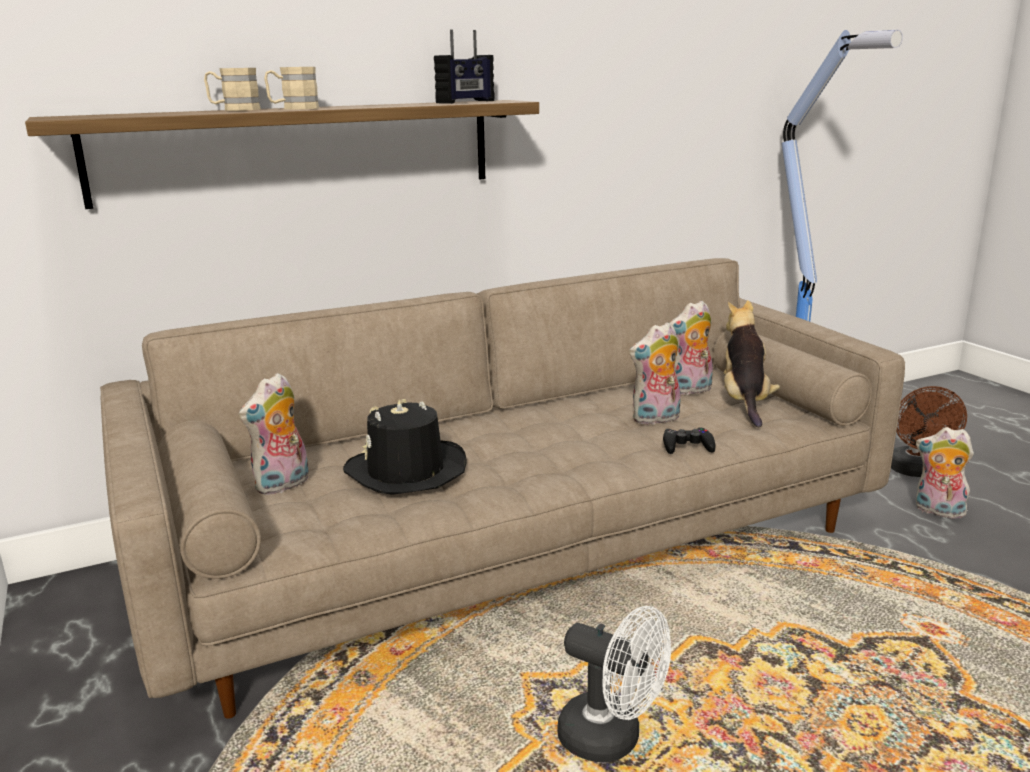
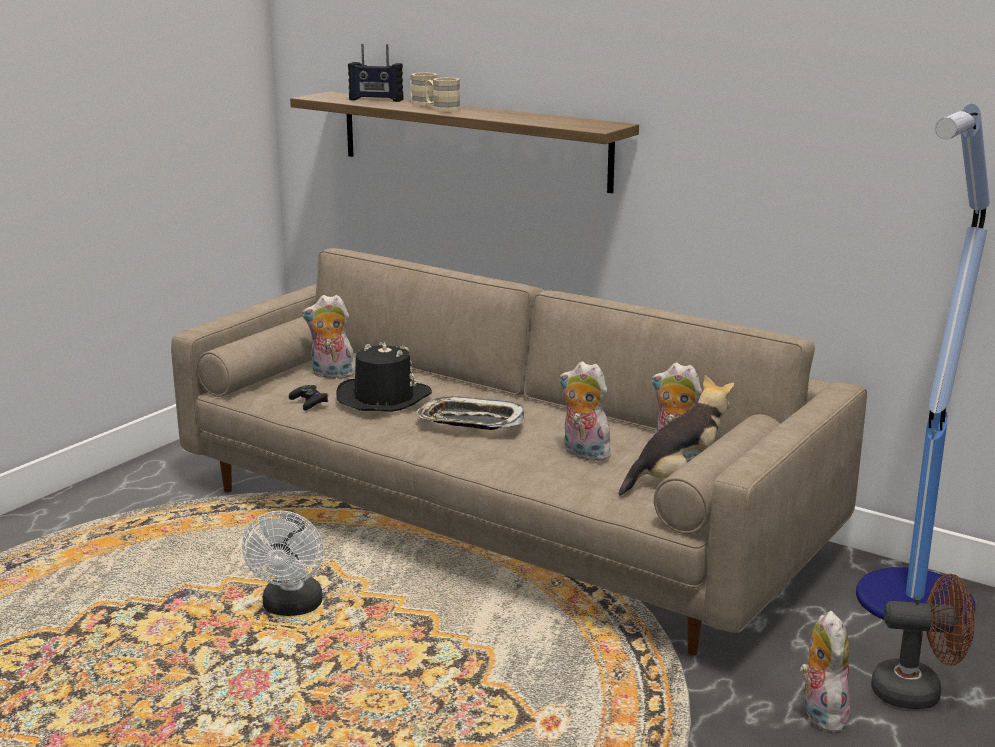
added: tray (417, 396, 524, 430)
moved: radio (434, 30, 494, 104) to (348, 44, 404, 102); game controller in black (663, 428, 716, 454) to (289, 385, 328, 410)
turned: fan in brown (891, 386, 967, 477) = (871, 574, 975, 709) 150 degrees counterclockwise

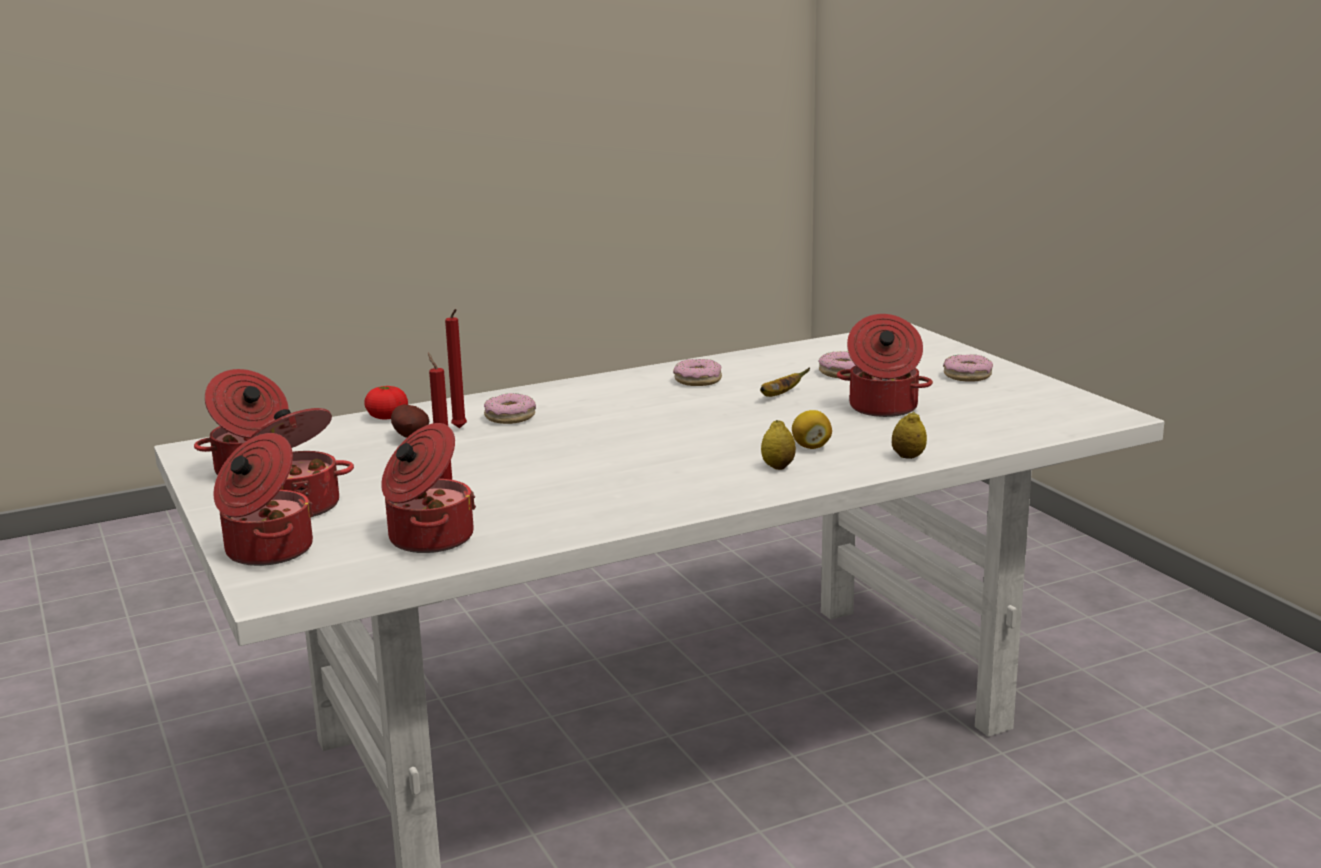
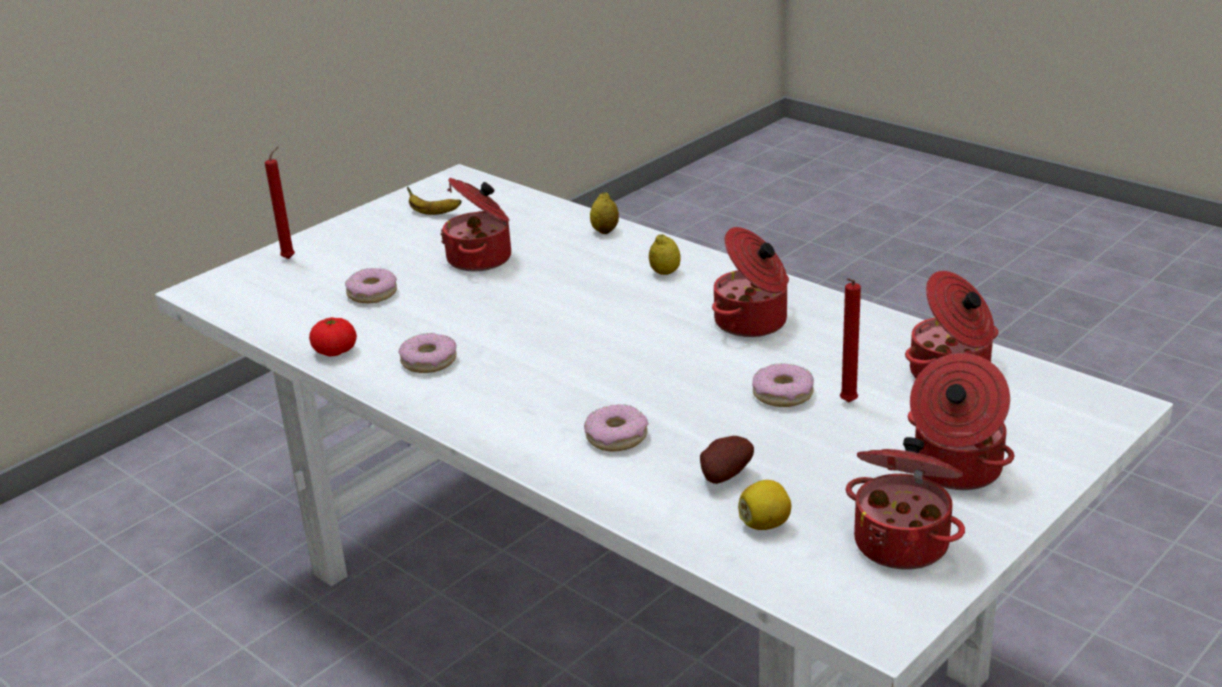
moved: cooking pot (214, 433, 314, 566) to (712, 227, 789, 337); tomato (364, 386, 408, 419) to (309, 317, 357, 356); candle in red (445, 309, 467, 428) to (265, 146, 295, 259); banana (760, 367, 810, 397) to (407, 187, 462, 215); lemon (792, 410, 832, 449) to (738, 480, 791, 530); donut (943, 354, 993, 382) to (752, 363, 814, 407)

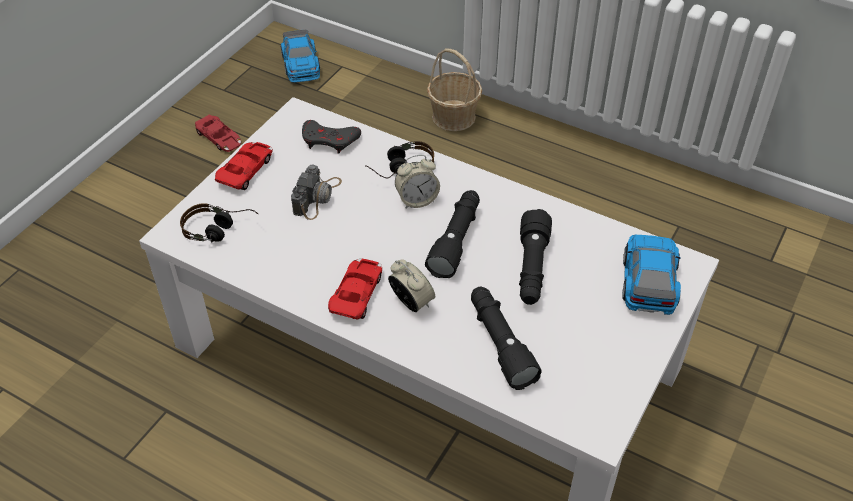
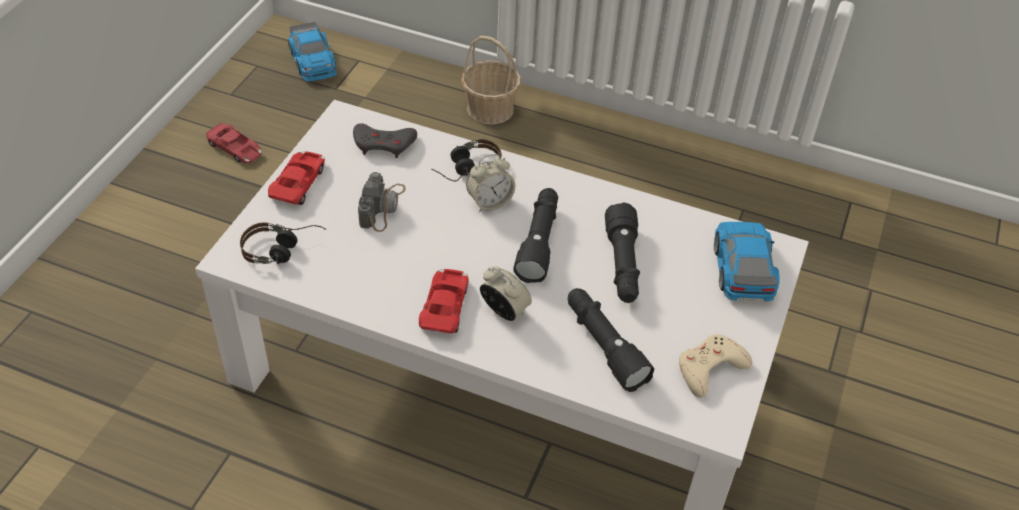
added: game controller in beige (679, 334, 752, 398)

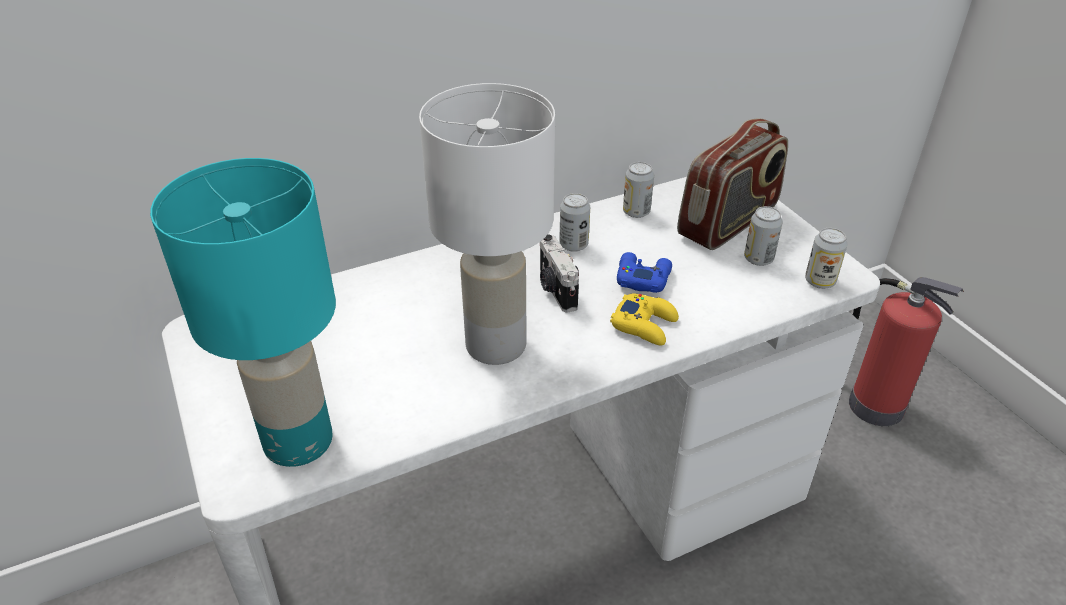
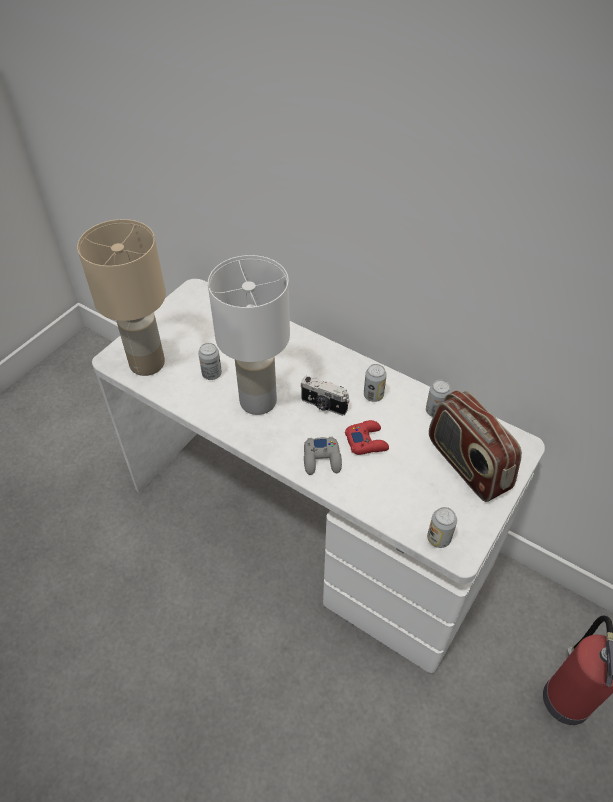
moved: can (744, 206, 783, 266) to (198, 343, 222, 380)
recoloured: table lamp in turquoise (150, 158, 336, 467) to table lamp in beige (77, 219, 166, 376); game controller in yellow (610, 293, 679, 346) to game controller in grey (304, 437, 342, 475); game controller in blue (617, 252, 672, 293) to game controller in red (345, 420, 389, 455)
turned: photo camera (540, 234, 579, 313) = (301, 376, 349, 416) 105 degrees counterclockwise; radio (677, 119, 788, 250) = (429, 390, 522, 502) 45 degrees clockwise

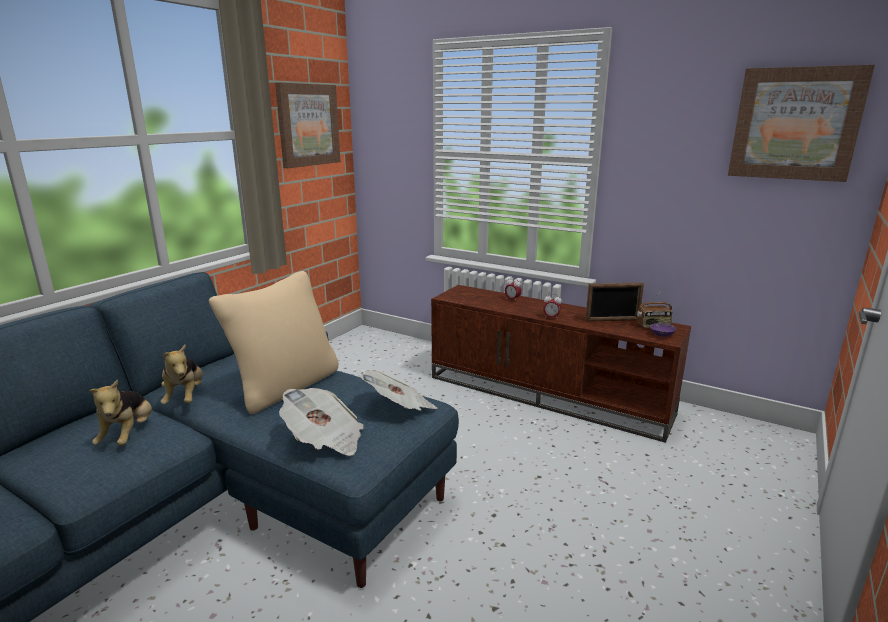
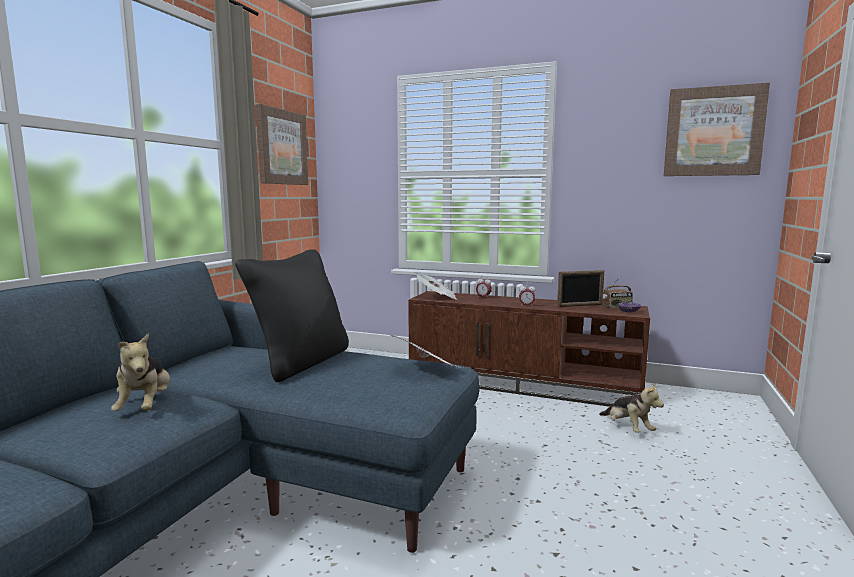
moved: plush toy (161, 345, 203, 404) to (599, 383, 664, 433); newspaper (279, 388, 364, 456) to (414, 272, 457, 300)
recoloured: pillow in beige (209, 271, 338, 414) to pillow in black (235, 249, 349, 382)

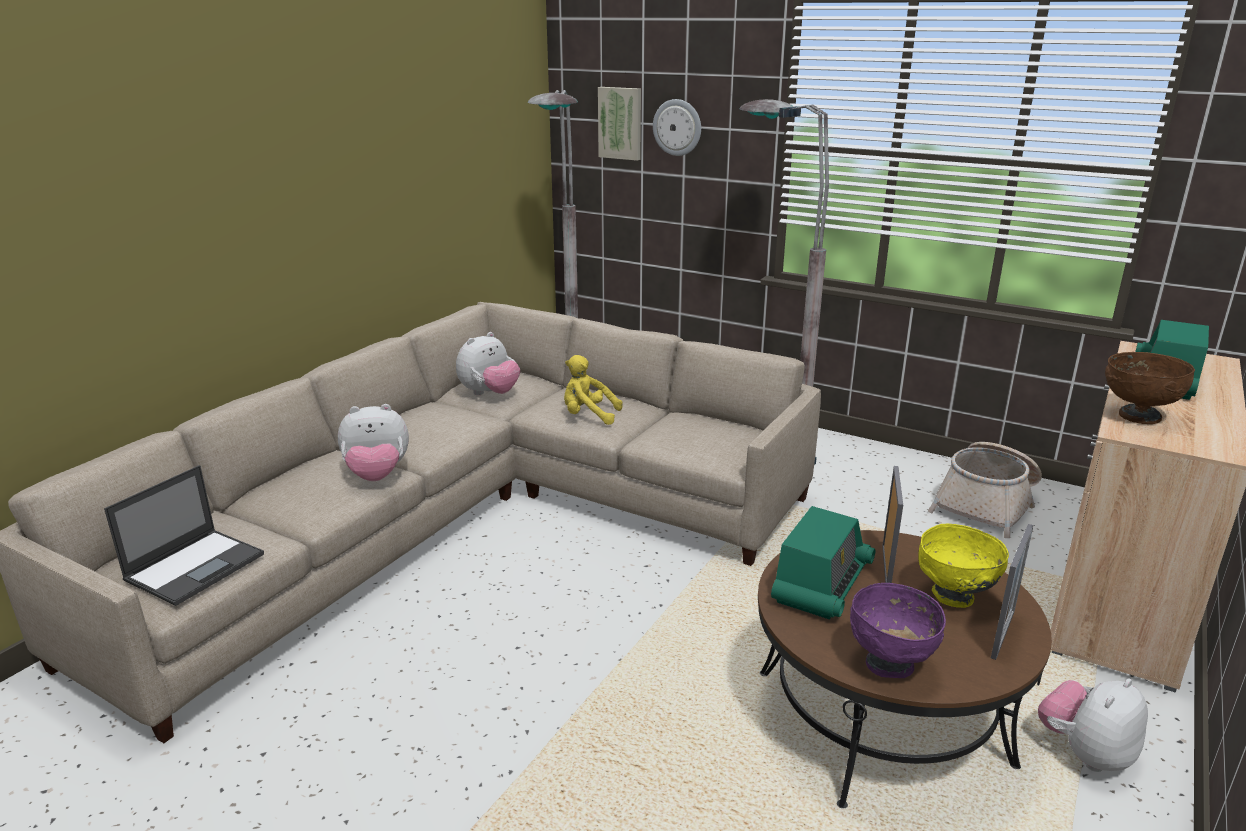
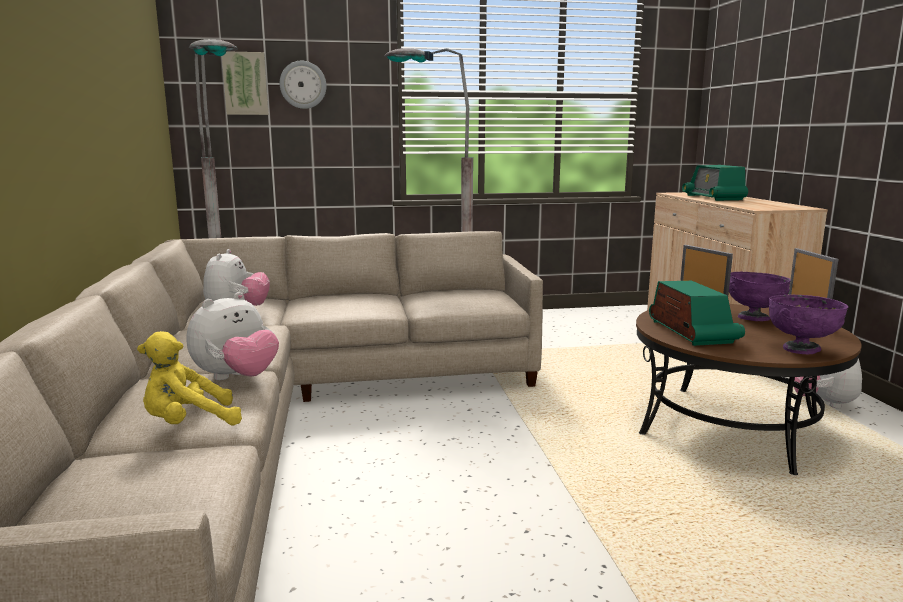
removed: laptop (104, 465, 264, 606); basket (928, 442, 1042, 538); bowl in brown (1105, 352, 1195, 424)
moved: plush toy in yellow (564, 355, 623, 425) to (137, 331, 242, 426)
recoloured: bowl in yellow (918, 524, 1009, 608) to bowl in purple (729, 271, 791, 321)

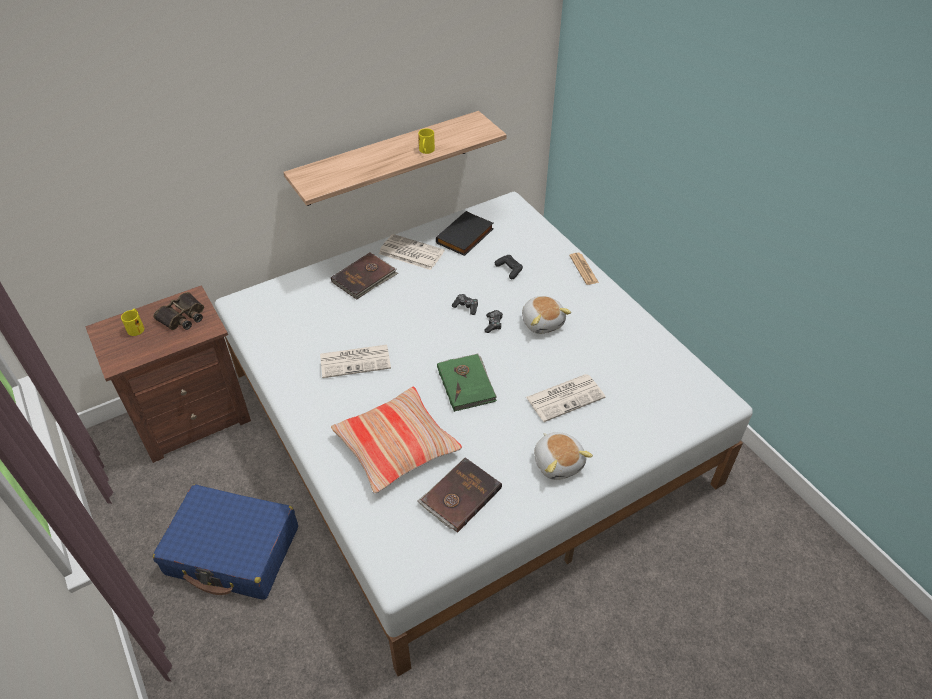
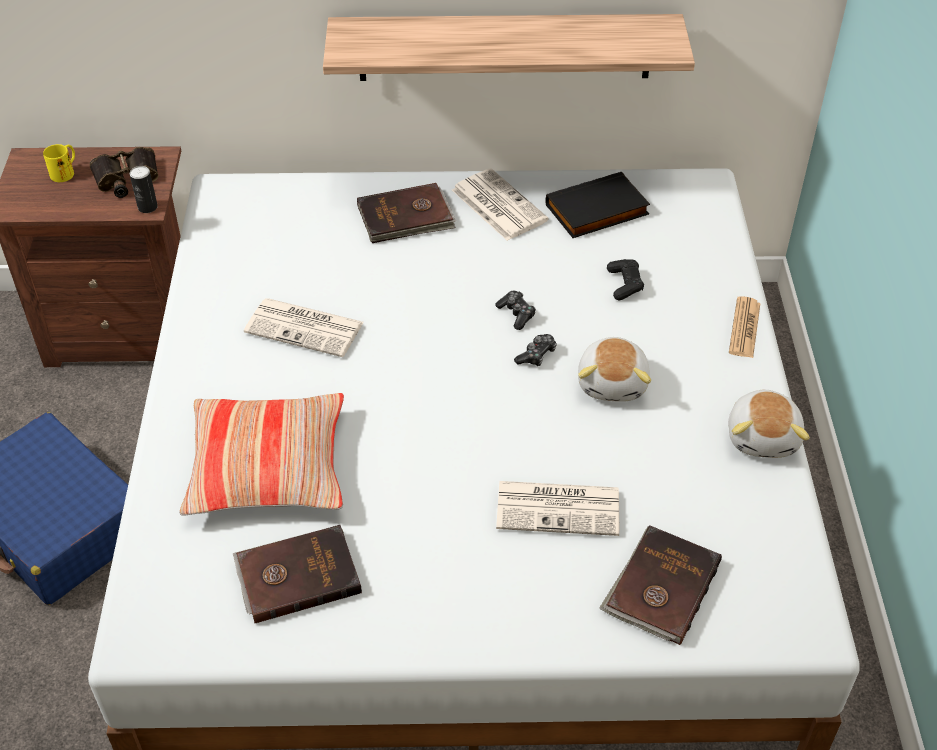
removed: mug in yellow (418, 128, 435, 154); book in green (437, 353, 497, 412)
added: can (130, 166, 158, 213); book in brown (599, 525, 722, 645)
moved: plush toy (534, 432, 593, 480) to (728, 390, 810, 458)

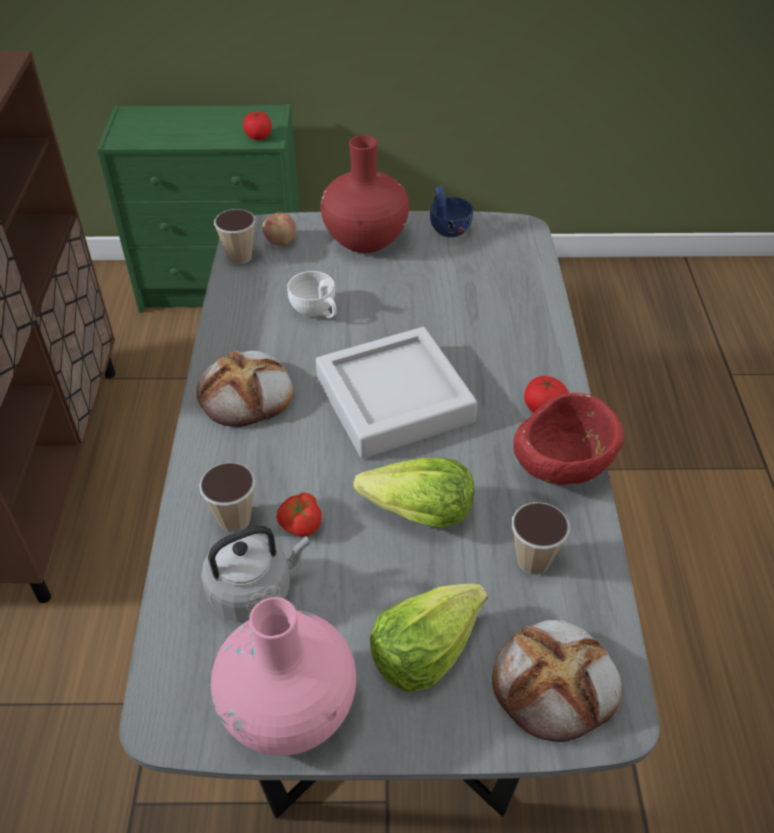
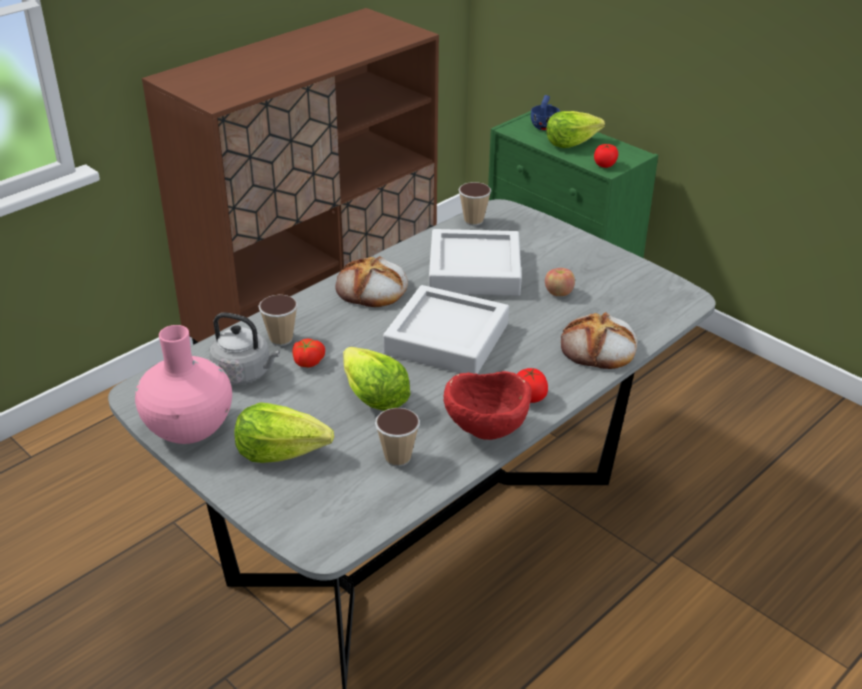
removed: vase in red (321, 135, 409, 253)
added: lettuce (546, 111, 605, 148)
moved: apple (262, 213, 296, 246) to (545, 268, 575, 296); cup in blue (430, 186, 473, 237) to (531, 95, 560, 130); bread (492, 620, 622, 742) to (561, 312, 637, 369)
replaced: cup in white (287, 271, 337, 318) to tray in grey (429, 229, 522, 296)

